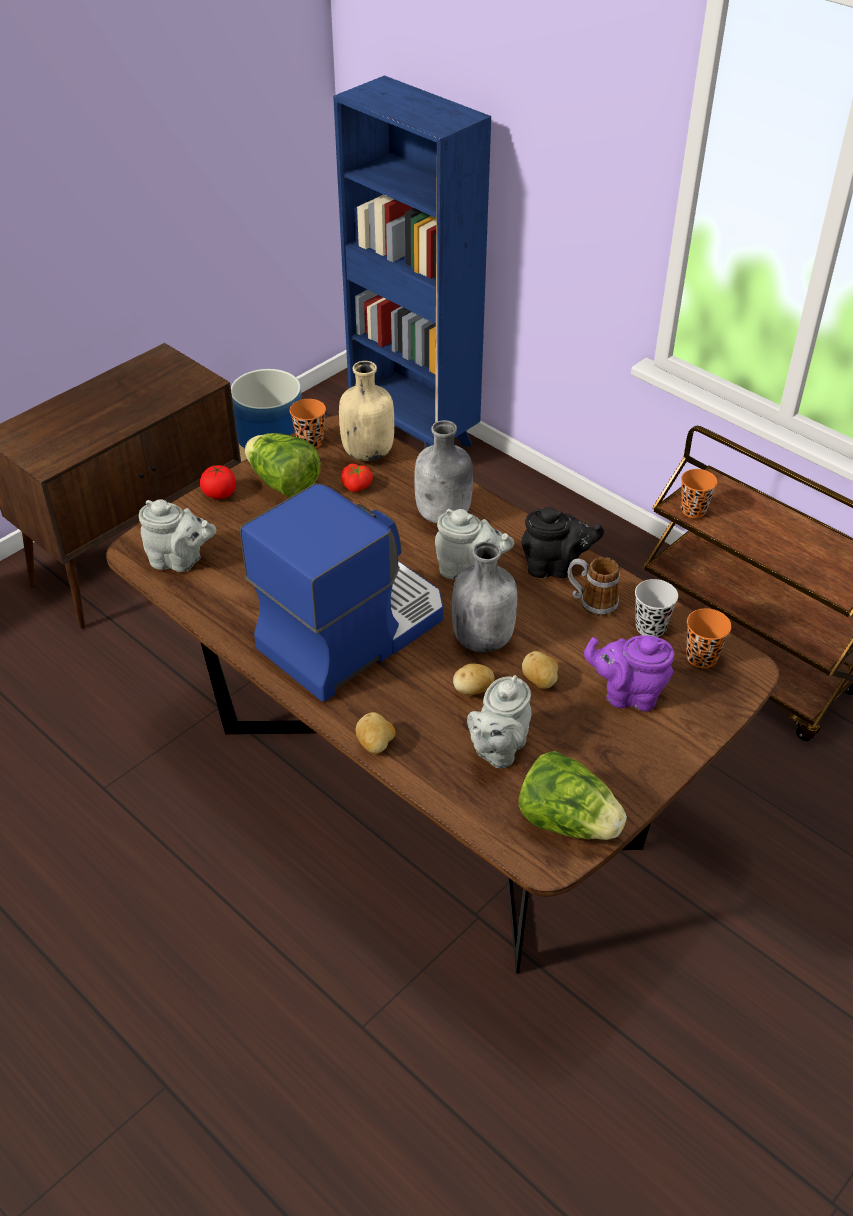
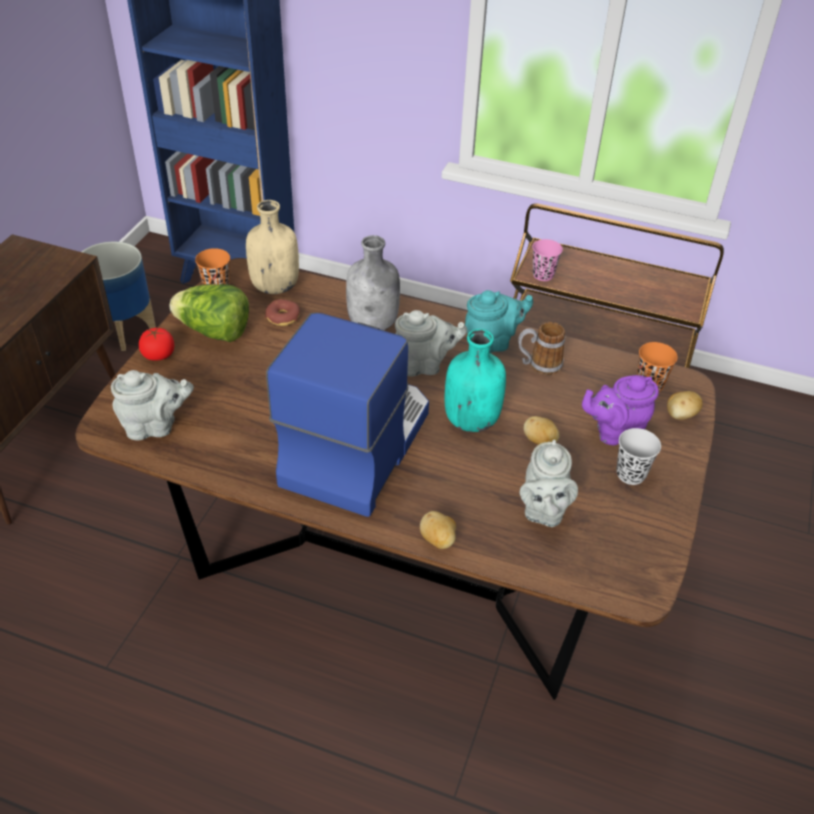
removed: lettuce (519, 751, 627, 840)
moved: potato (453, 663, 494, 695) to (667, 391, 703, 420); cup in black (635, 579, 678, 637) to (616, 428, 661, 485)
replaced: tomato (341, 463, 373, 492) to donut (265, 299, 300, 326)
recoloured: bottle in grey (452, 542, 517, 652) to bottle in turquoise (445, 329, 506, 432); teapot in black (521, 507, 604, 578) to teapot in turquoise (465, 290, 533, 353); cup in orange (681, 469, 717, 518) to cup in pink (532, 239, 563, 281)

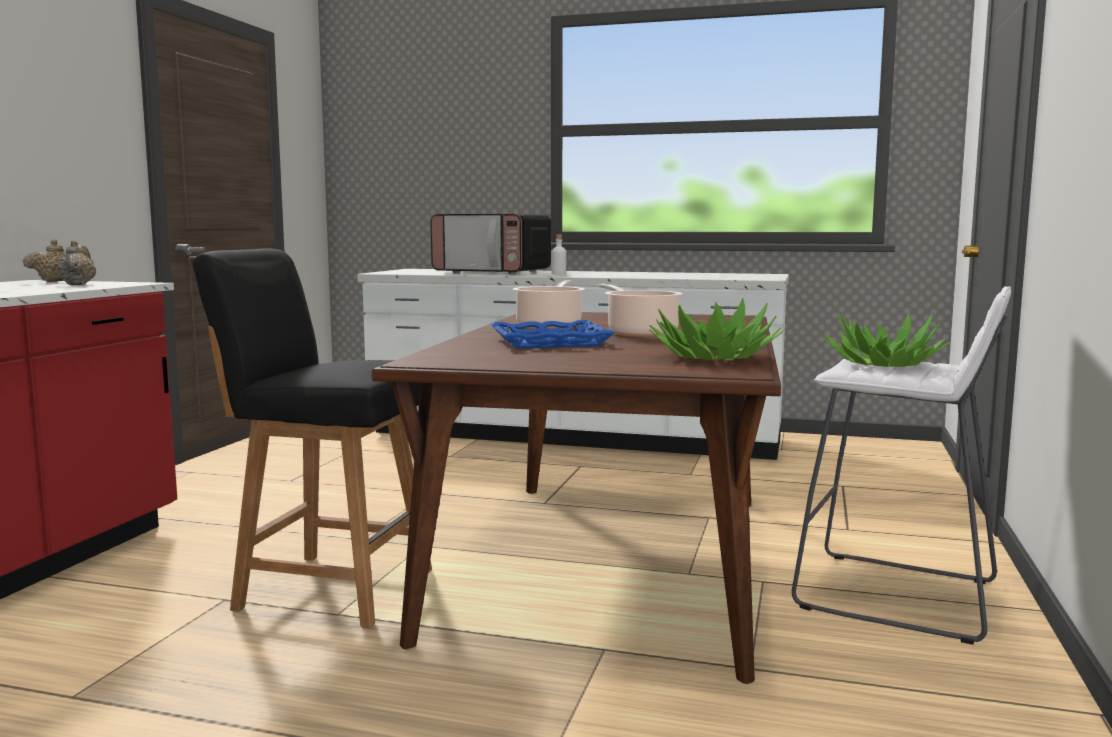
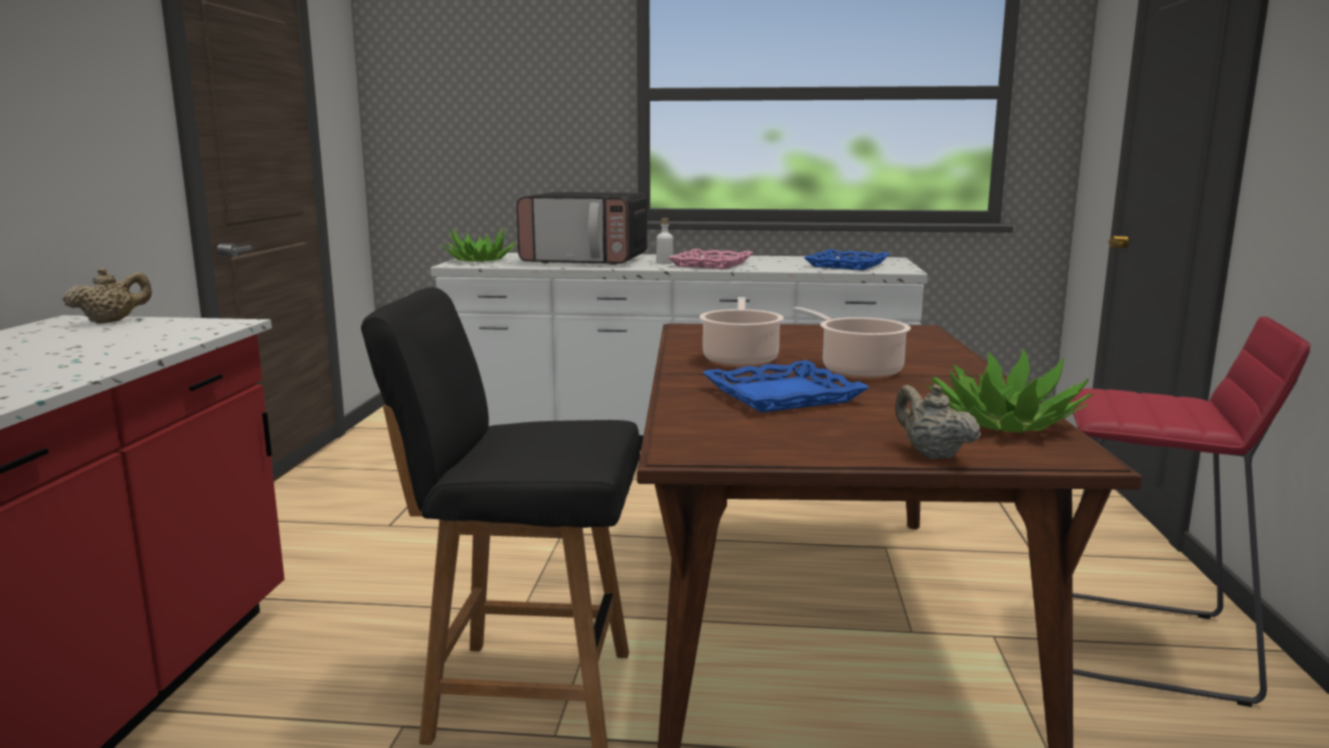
added: tray in pink (668, 249, 753, 269); tray in blue (804, 249, 890, 270)
moved: teapot in beige (58, 240, 96, 285) to (895, 384, 981, 459); potted plant (824, 313, 950, 367) to (440, 227, 518, 262)
recoloured: stool in white (792, 286, 1011, 645) to stool in red (1070, 316, 1310, 707)

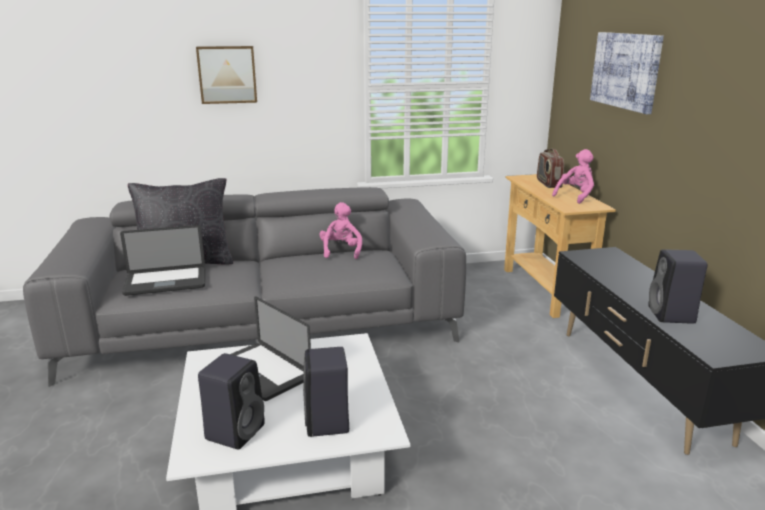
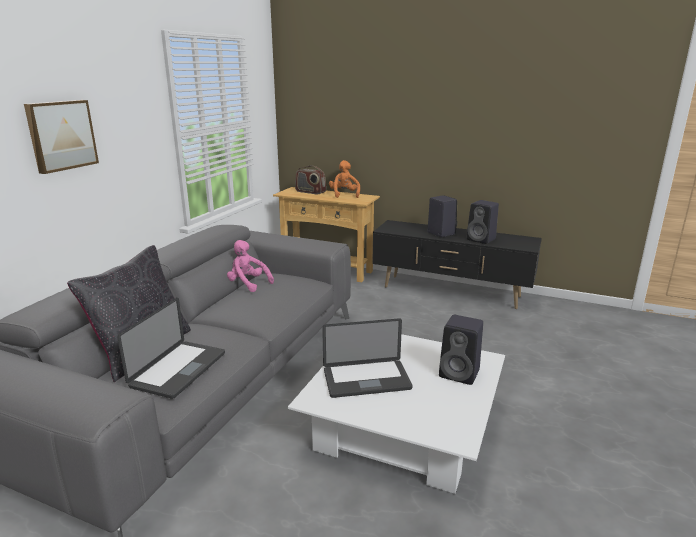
removed: picture (590, 32, 664, 114)
moved: speaker in black (198, 353, 265, 450) to (427, 195, 457, 237)
recoloured: plush toy in pink (552, 149, 594, 204) to plush toy in orange (329, 160, 360, 198)

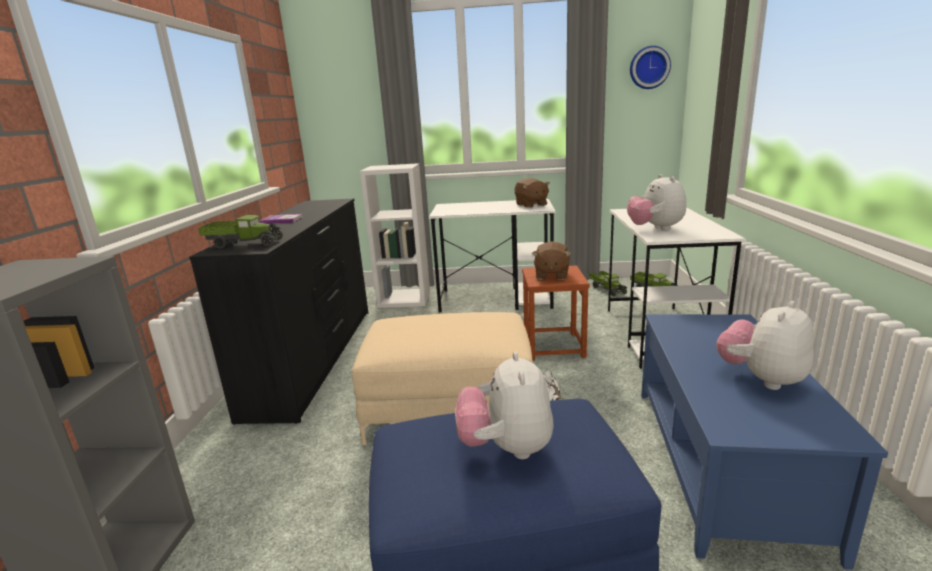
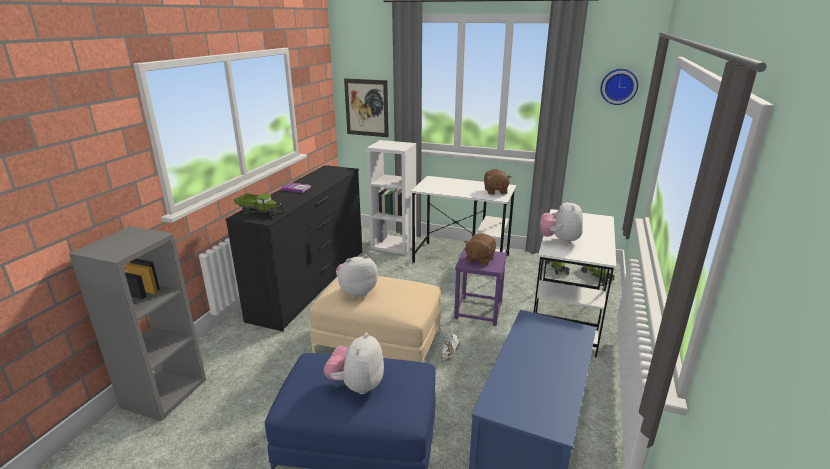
added: picture (344, 78, 389, 137)
moved: plush toy (716, 301, 814, 390) to (336, 254, 378, 298)
recoloured: stool in brown (522, 265, 590, 360) to stool in purple (454, 248, 507, 326)

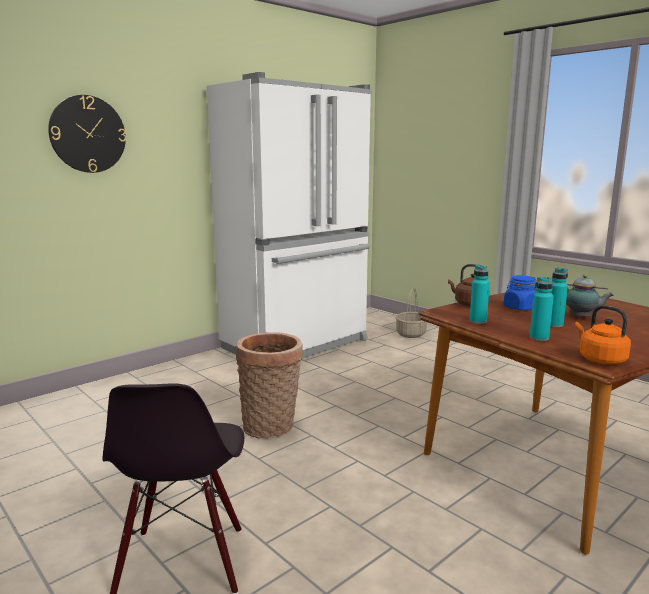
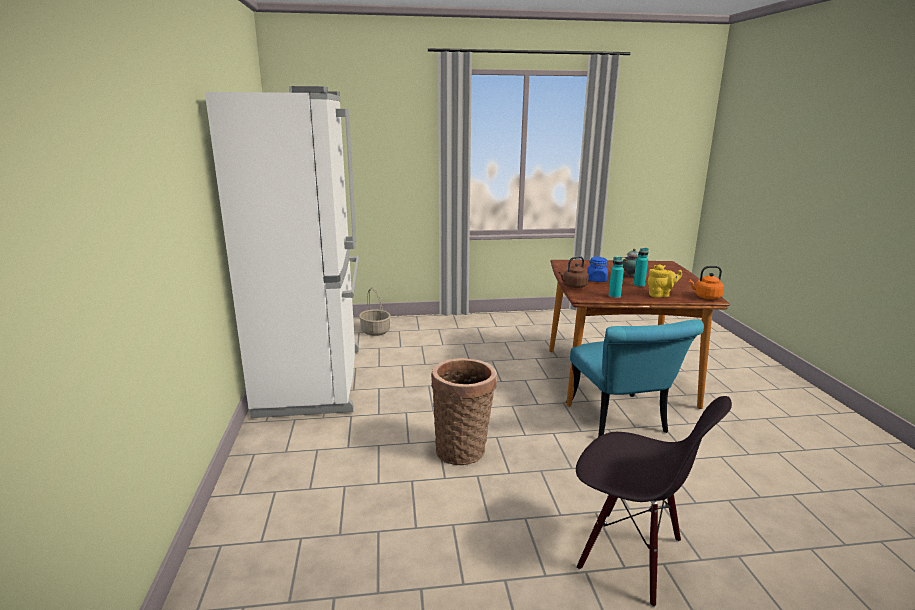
removed: wall clock (48, 95, 126, 173)
added: chair in turquoise (566, 319, 704, 437)
replaced: bottle in turquoise (530, 277, 554, 341) to teapot in yellow (648, 264, 682, 297)

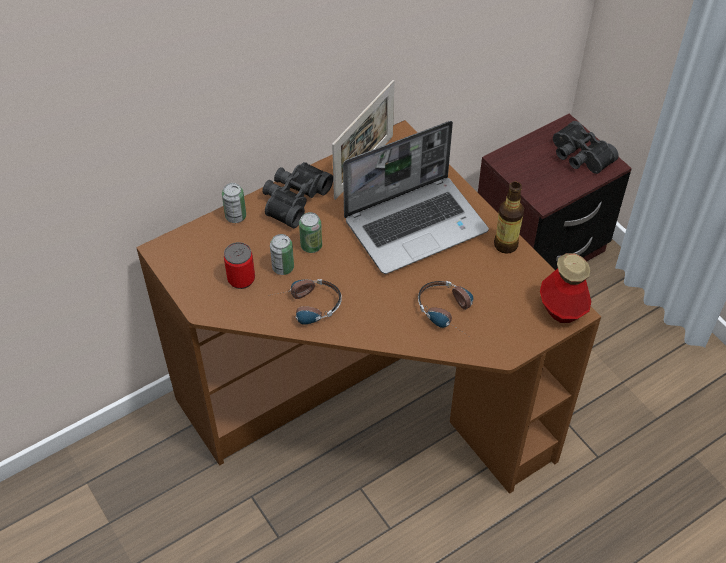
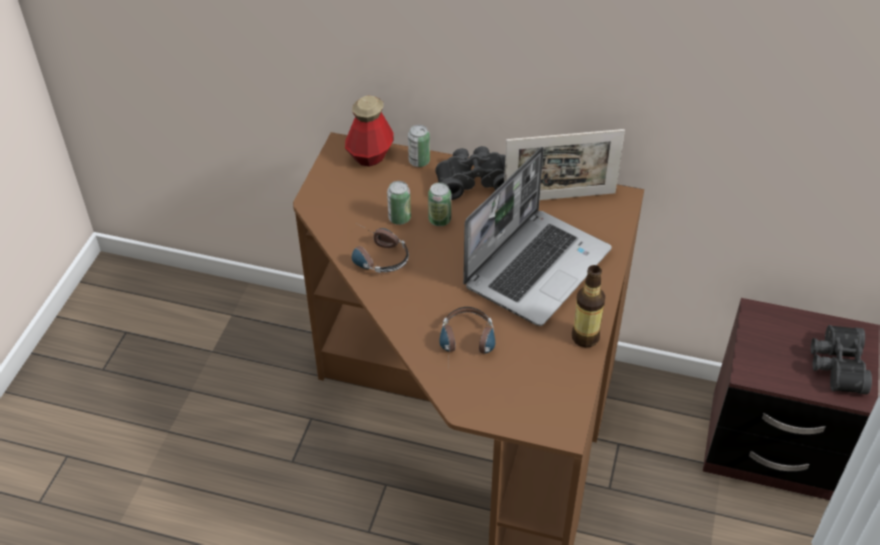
removed: can (224, 242, 255, 289)
moved: bottle (540, 253, 591, 323) to (345, 95, 394, 167)
turned: laptop (343, 121, 489, 274) = (463, 147, 612, 326) 75 degrees counterclockwise

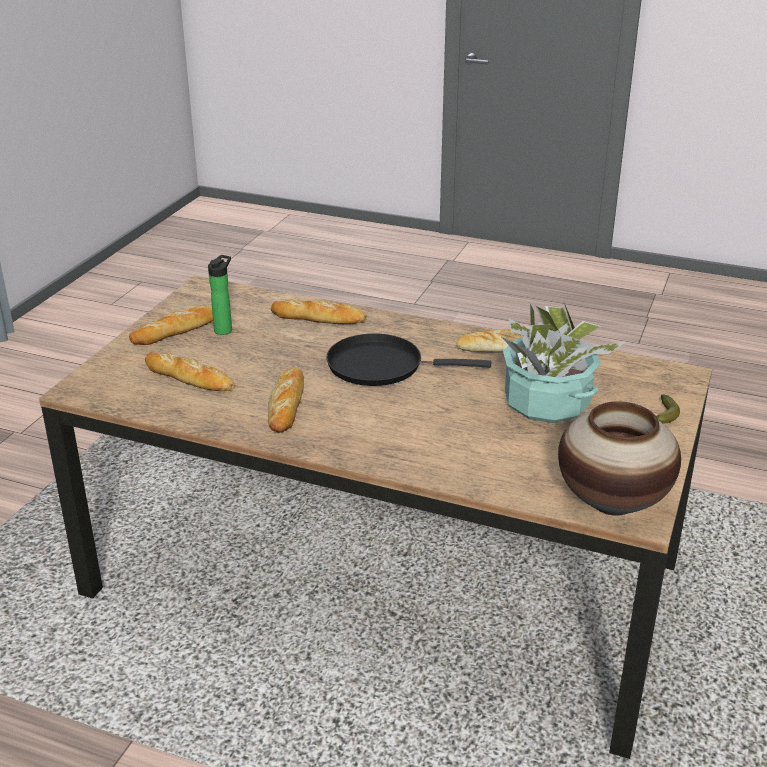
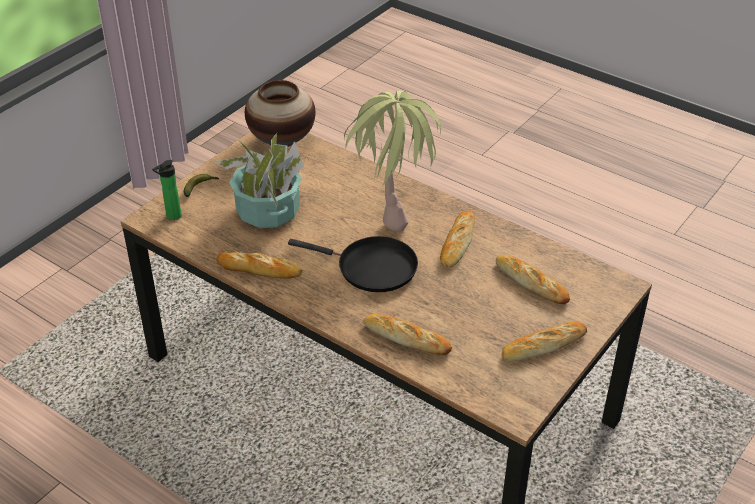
added: potted plant (344, 91, 441, 232)
moved: bottle (208, 255, 232, 335) to (152, 160, 182, 220)

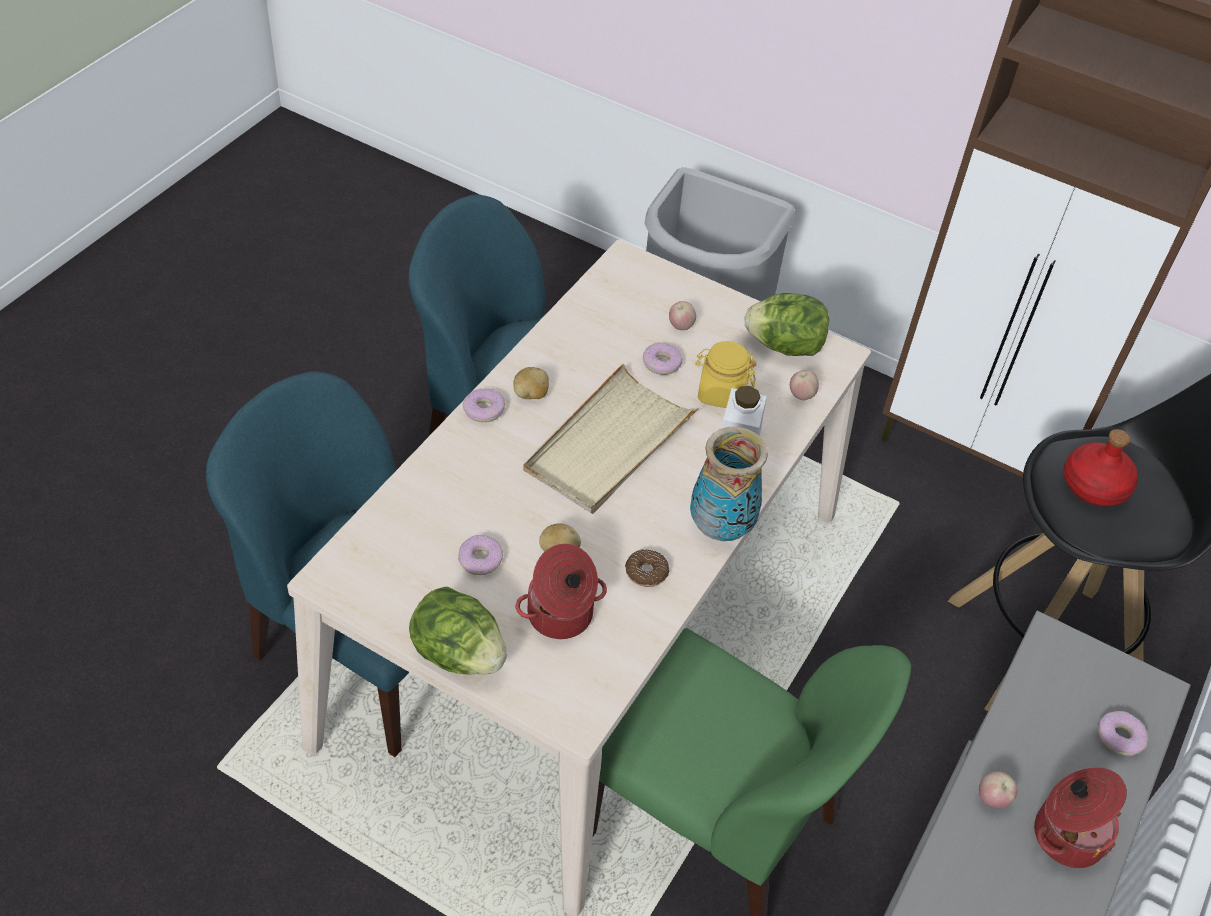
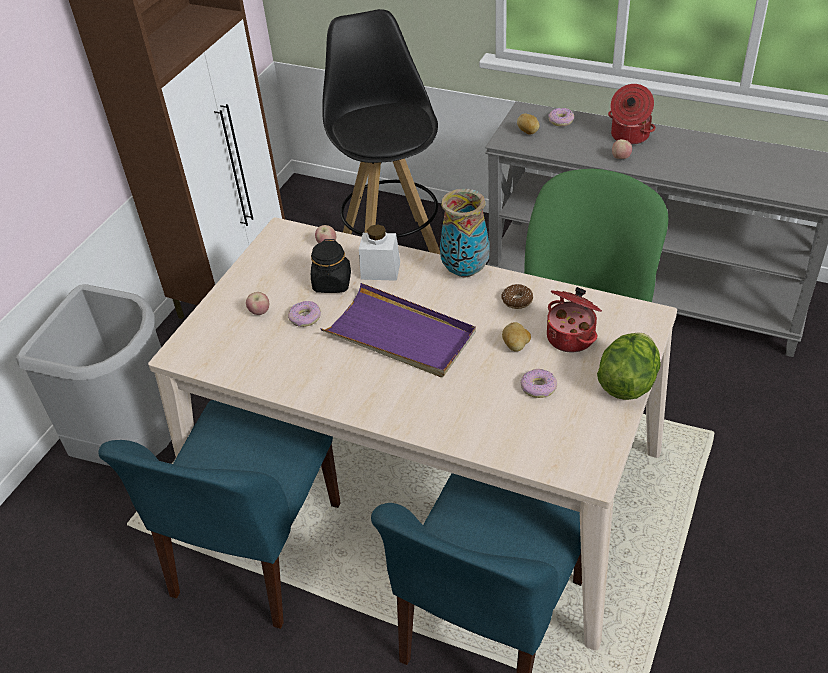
removed: donut (463, 389, 505, 422); lettuce (745, 293, 829, 356); bottle in red (1063, 429, 1138, 507)
moved: potato (513, 367, 549, 399) to (517, 114, 540, 135)
recoloured: tray in beige (523, 363, 700, 514) to tray in purple (320, 283, 476, 377); jar in yellow (695, 341, 757, 408) to jar in black (311, 239, 351, 293)

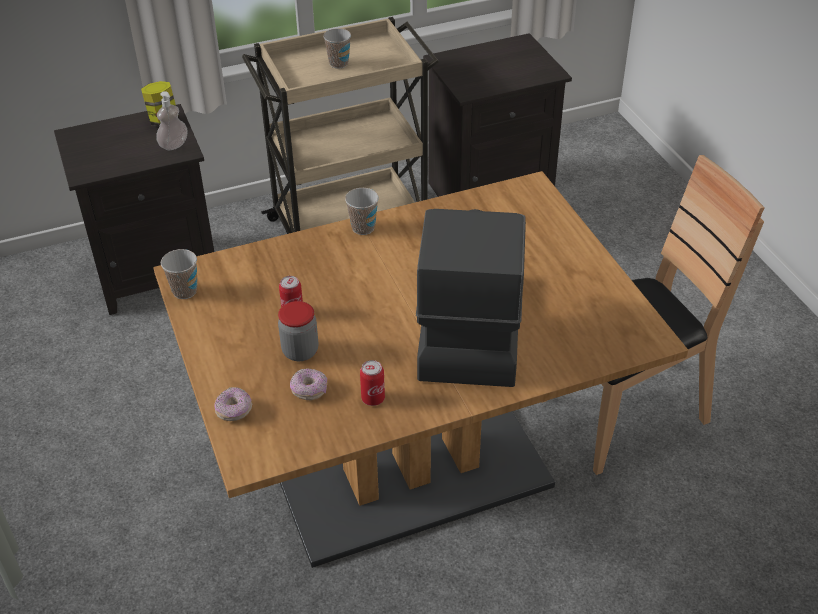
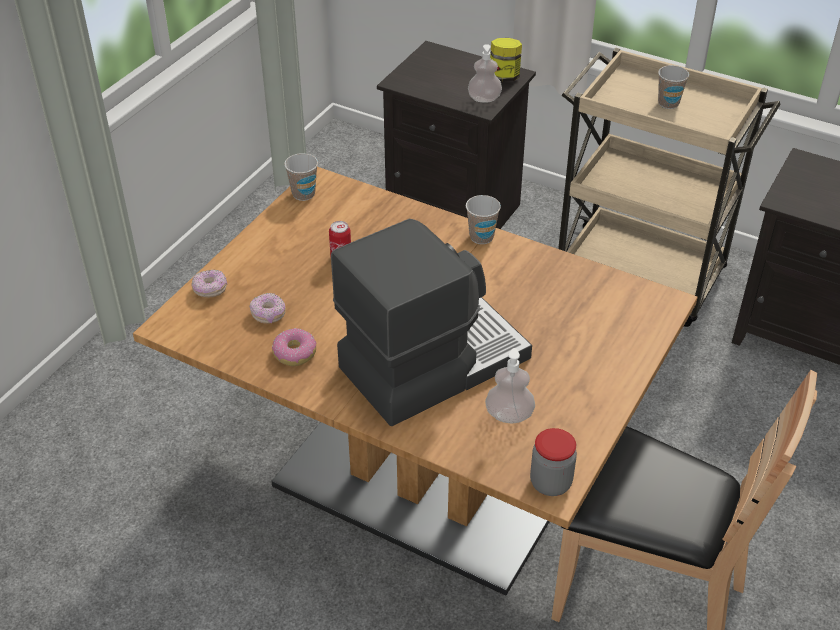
added: soap dispenser (485, 348, 535, 423)
moved: jar (278, 301, 318, 361) to (530, 428, 577, 496)
replaced: can (360, 360, 385, 406) to donut (272, 328, 317, 366)

